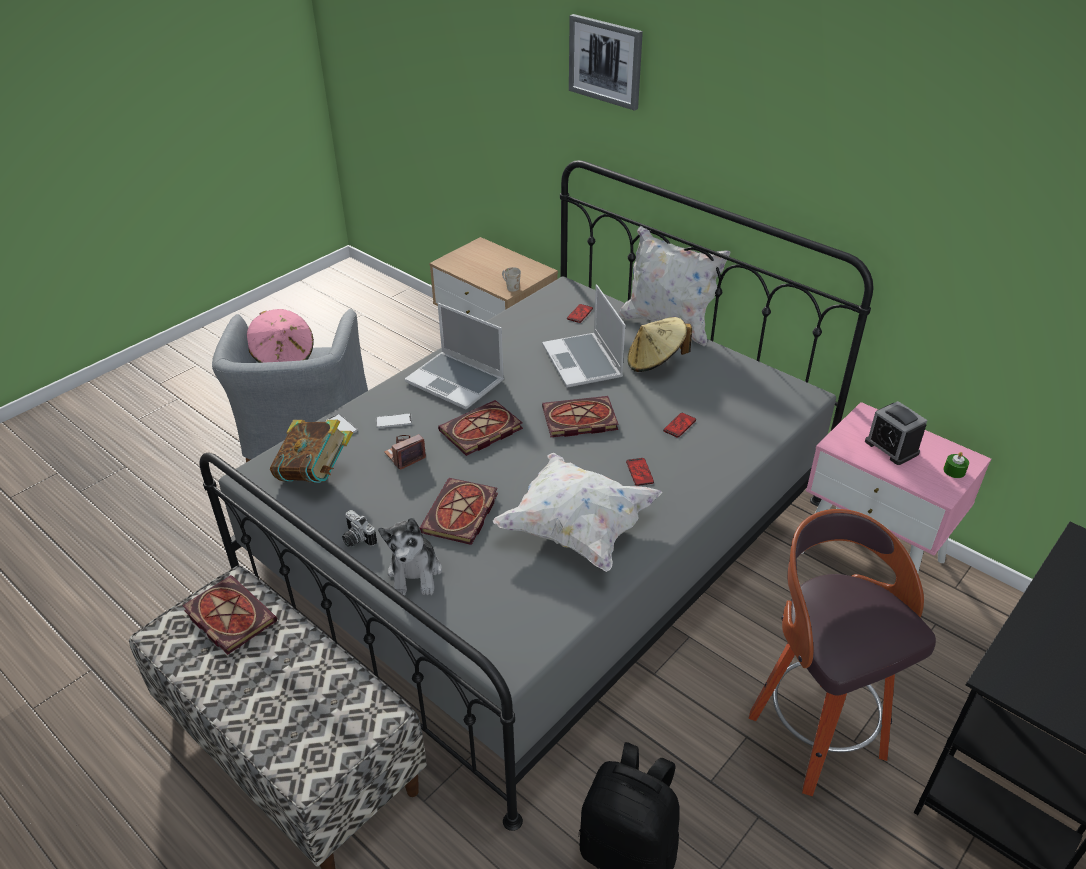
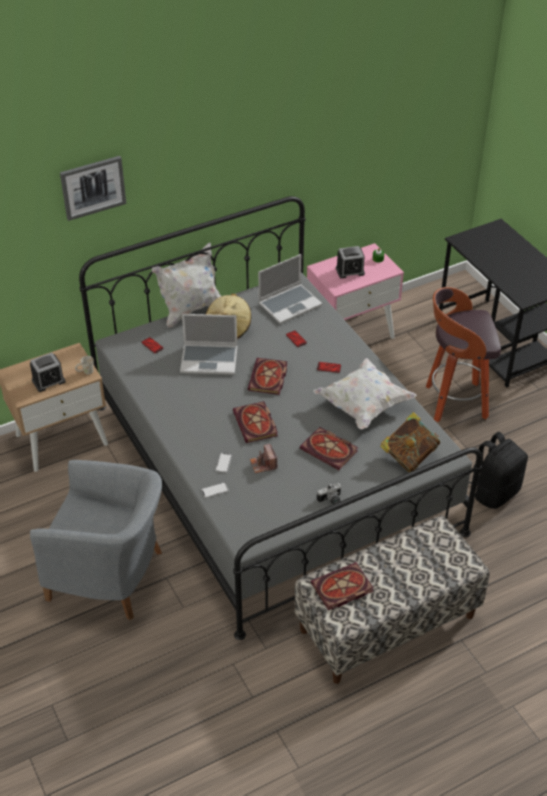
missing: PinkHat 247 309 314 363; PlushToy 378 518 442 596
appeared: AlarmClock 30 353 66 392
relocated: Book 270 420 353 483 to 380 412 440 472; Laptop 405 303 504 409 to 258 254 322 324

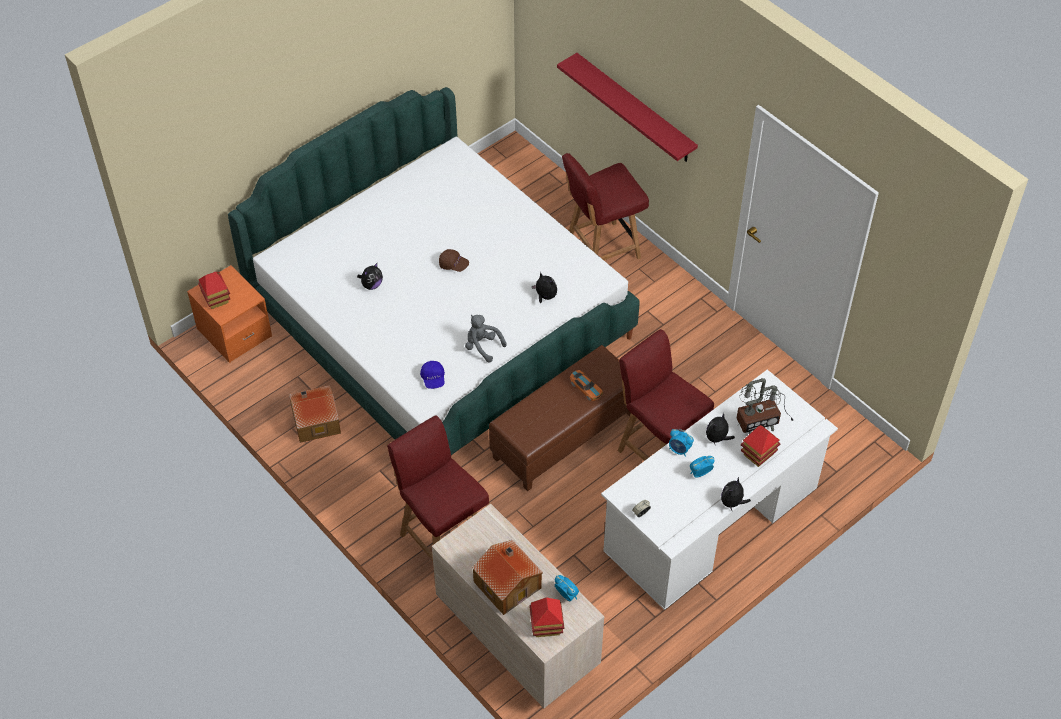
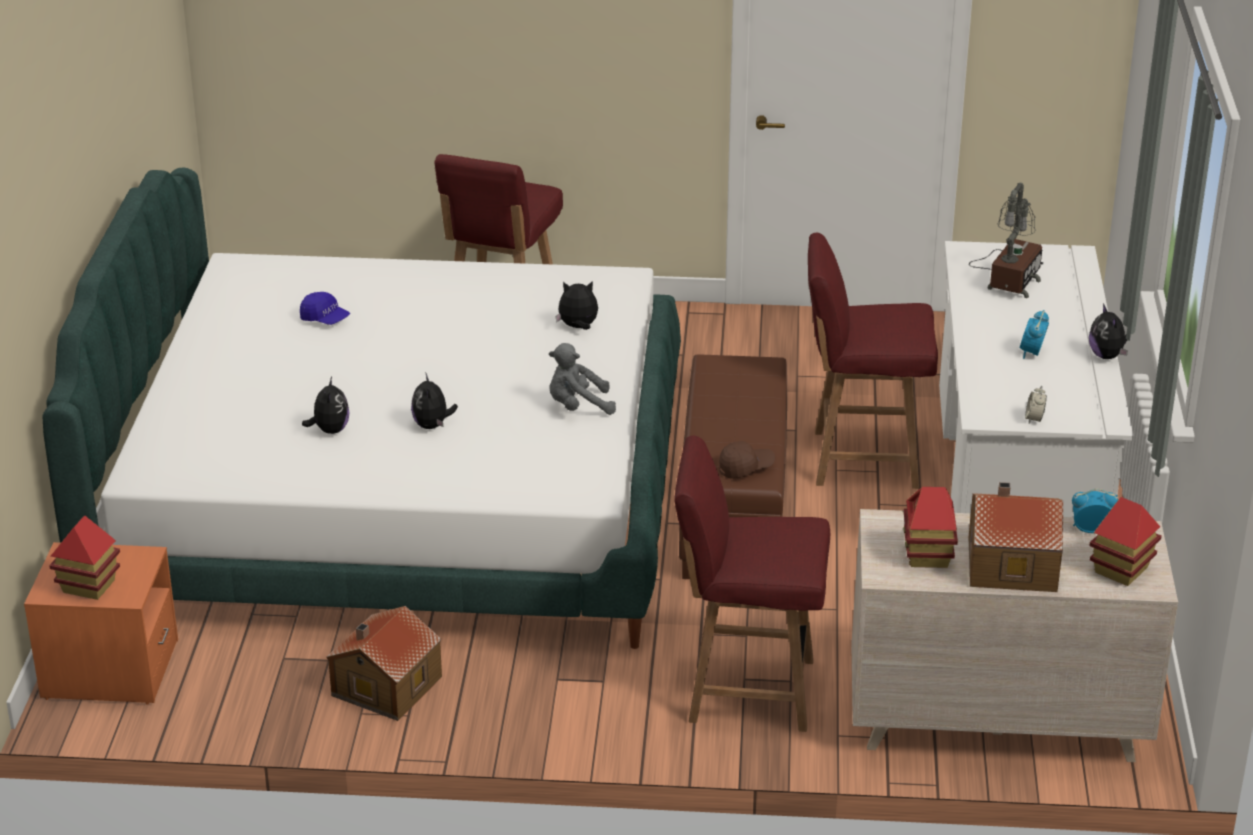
missing: RedShelf 557 53 698 162; ToyCar 570 370 603 401; AlarmClock 669 429 694 457
relocated: BlueCap 420 361 445 389 to 300 292 350 325; BrownCap 439 249 469 272 to 719 441 775 479; PlushToy 706 413 735 444 to 411 372 458 429; ToyHouse 741 425 781 467 to 903 487 958 568

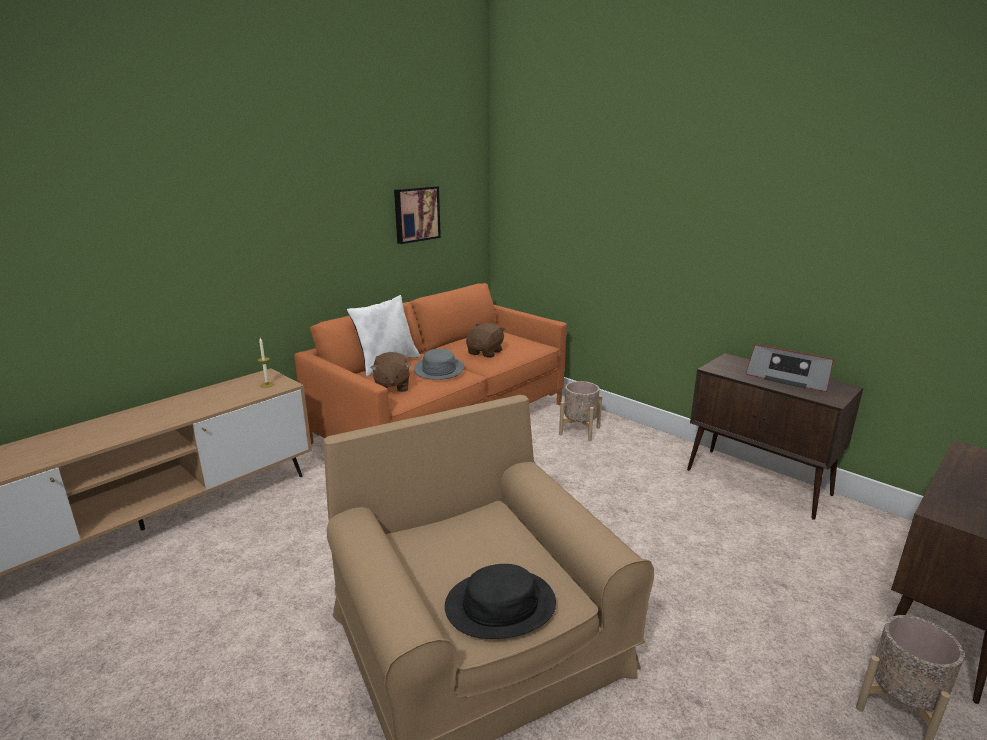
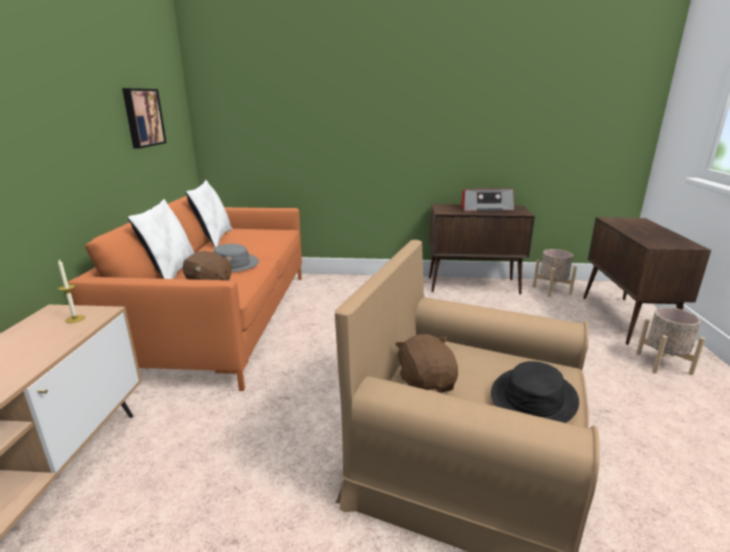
appeared: WhitePillow 186 180 232 247
relocated: BrownPlushToy 466 323 506 358 to 395 334 458 392; BeigePlanter 559 381 602 441 to 533 249 577 297

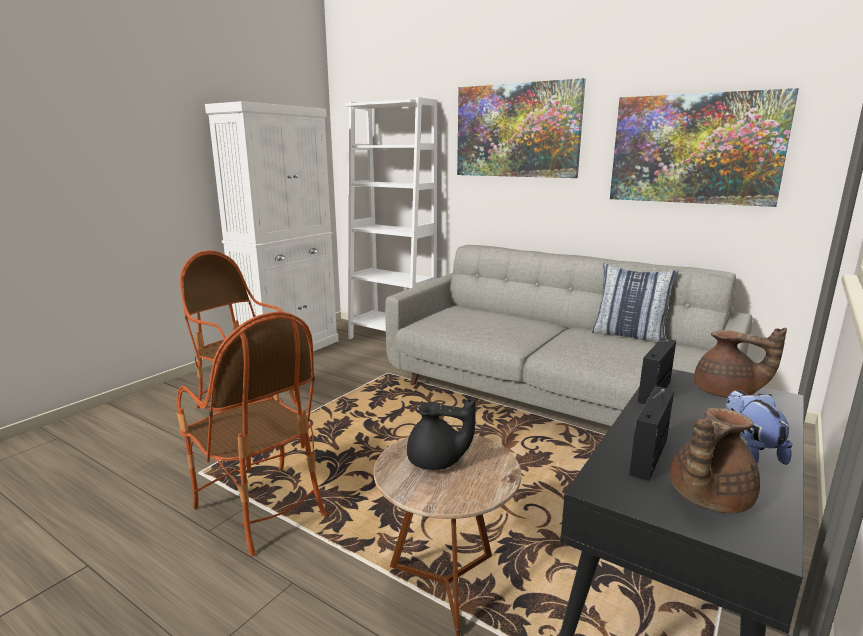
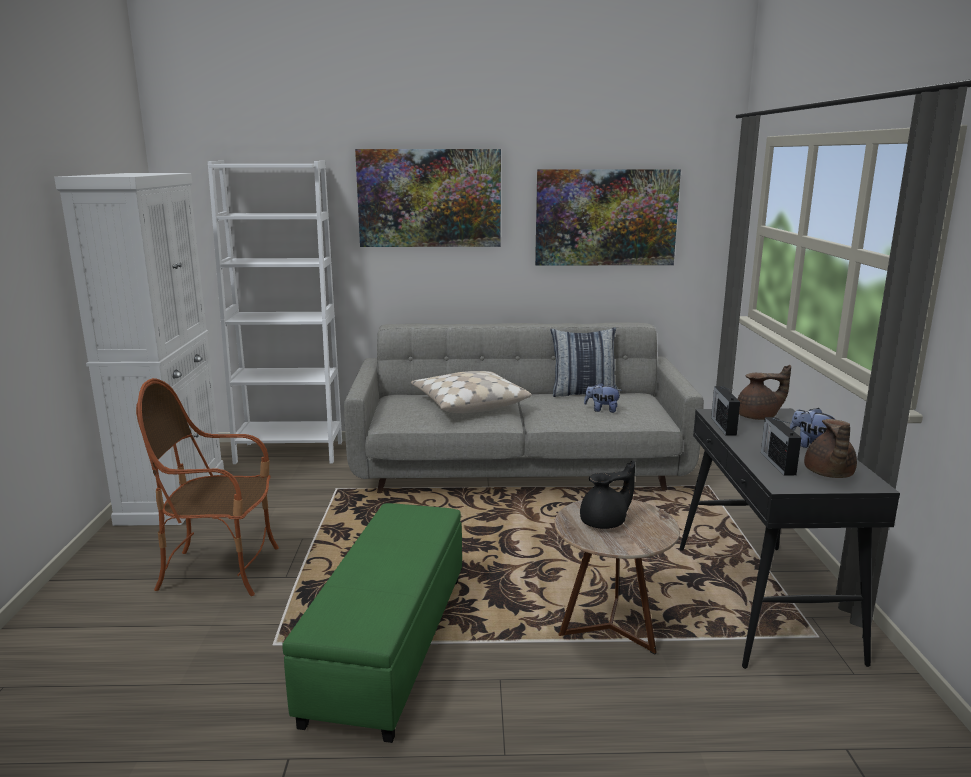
appeared: BeigePillow 411 371 532 413; PlushToy 584 383 622 413
exchanged: Armchair 177 312 327 556 to GreenOttoman 282 503 462 743

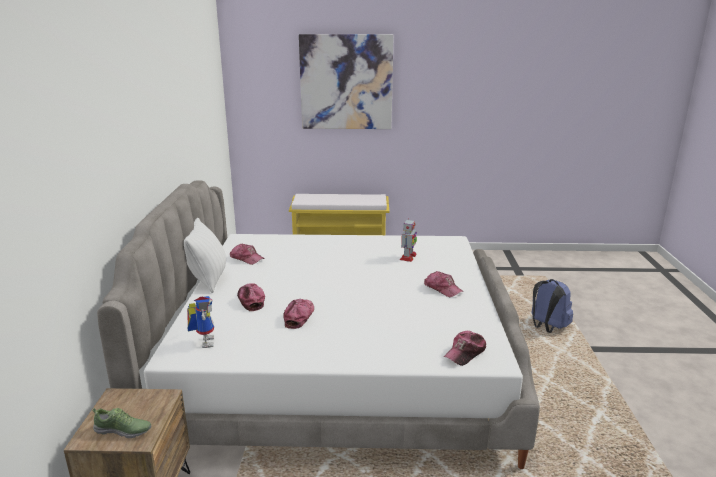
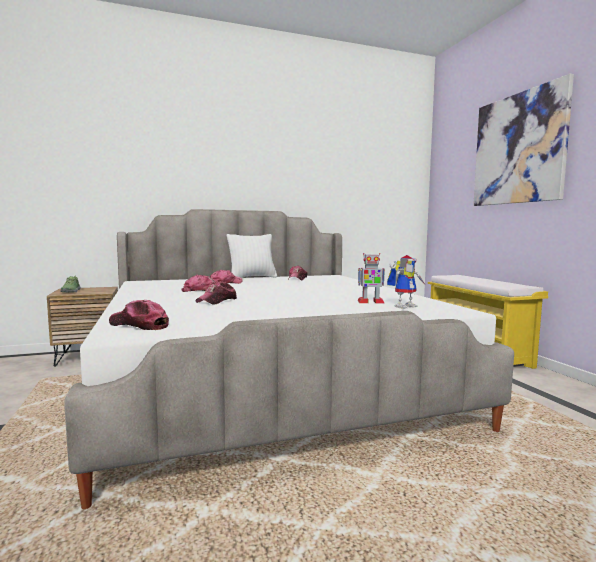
missing: BlueBackpack 531 279 573 333
relocated: ToyRobot 187 296 214 348 to 387 255 425 309; Cap 424 271 464 297 to 196 281 237 305

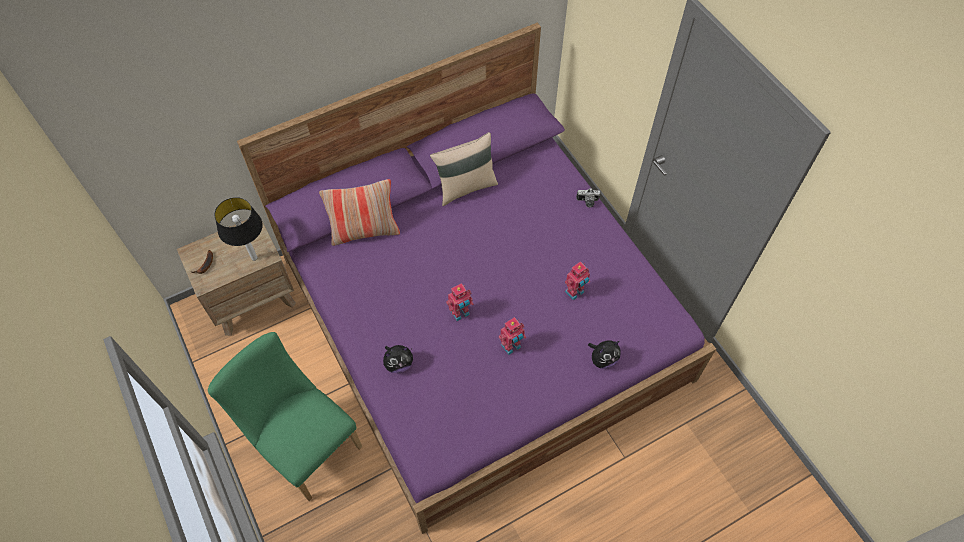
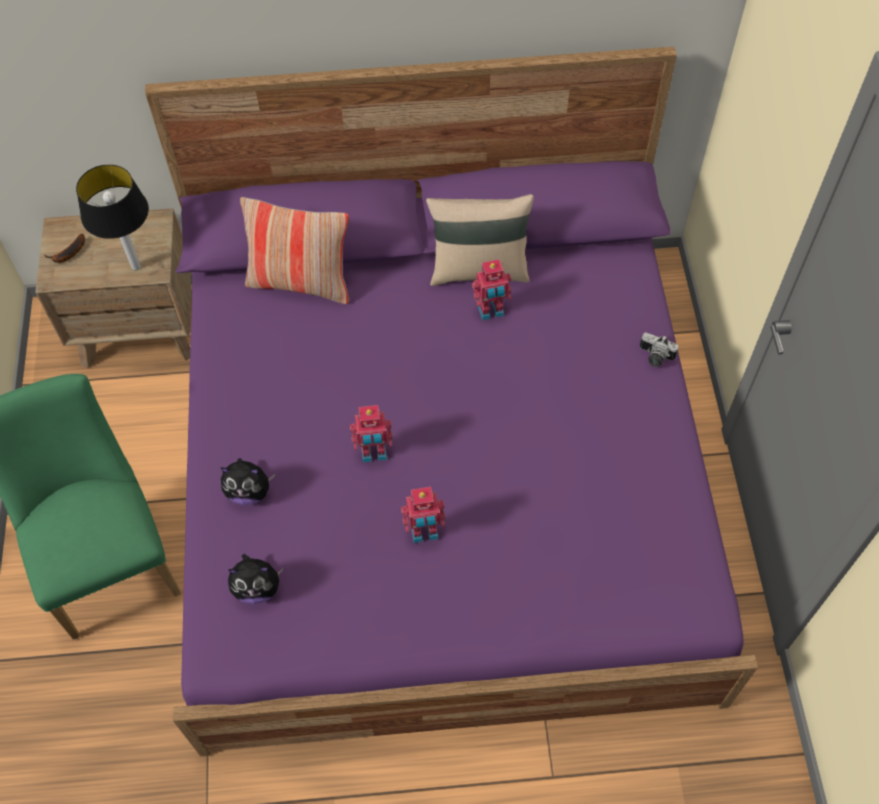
relocated: ToyRobot 565 261 590 300 to 472 259 511 321; PlushToy 588 340 621 369 to 228 554 284 604

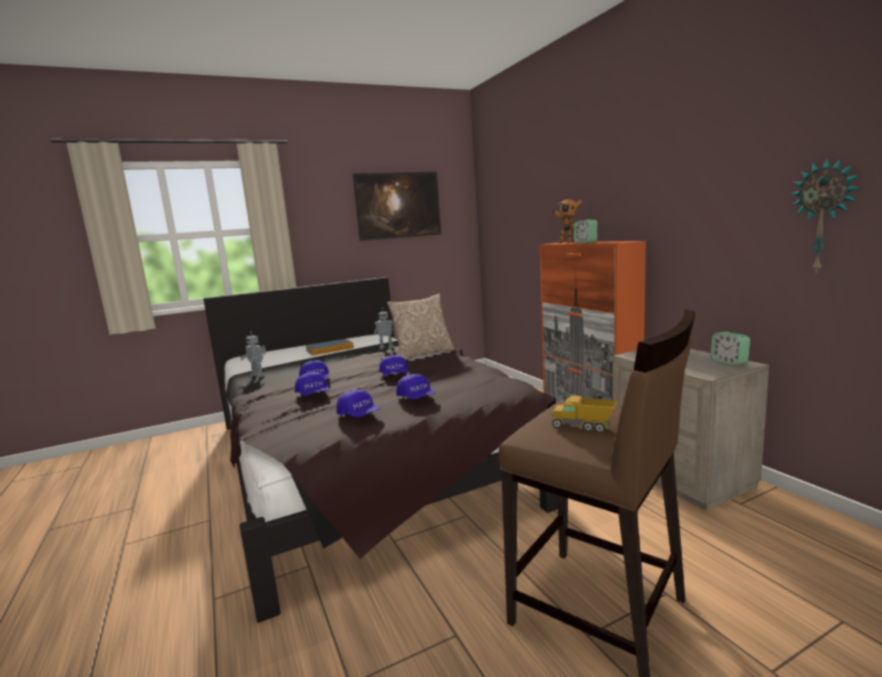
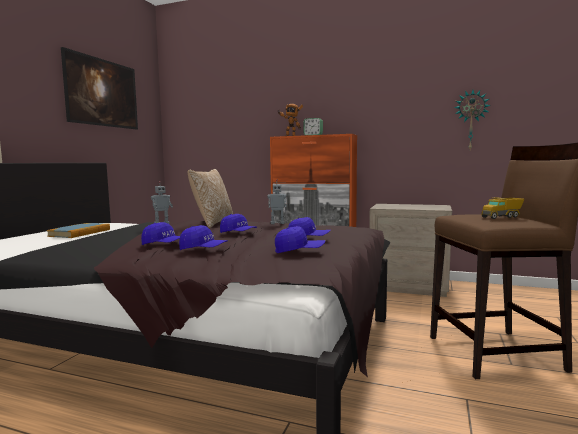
missing: AlarmClock 711 332 750 366
relocated: ToyRobot 240 331 266 378 to 268 180 287 224

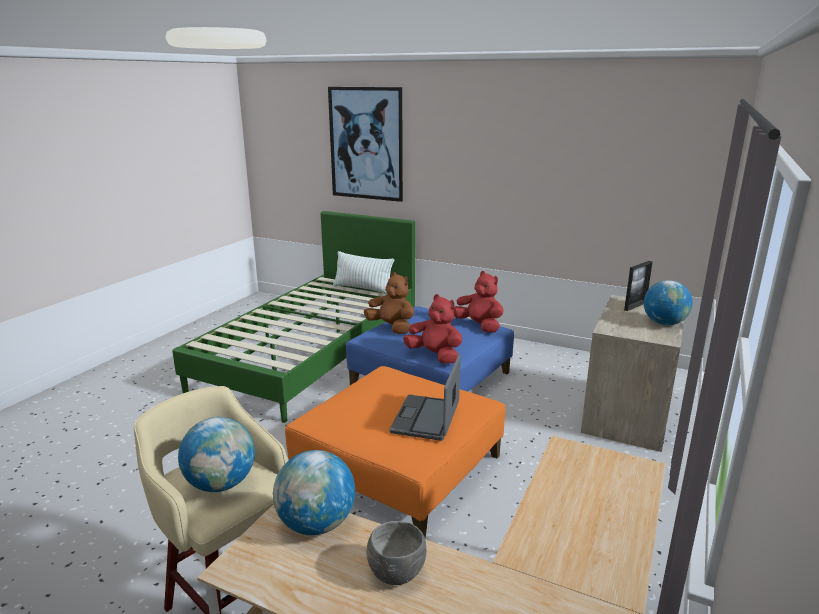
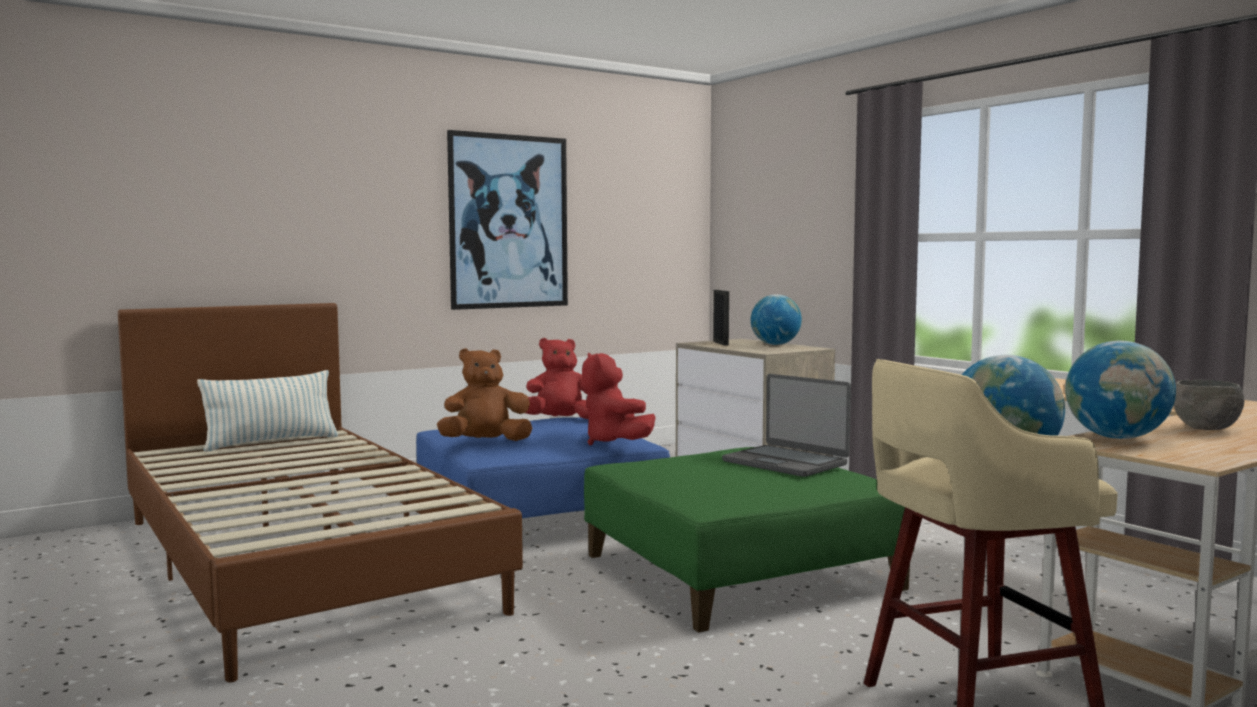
relocated: Picture 328 87 403 202 to 447 130 568 310
colour: GreenBed 172 211 415 423 to BrownBed 118 303 523 682; OrangeOttoman 285 366 506 539 to GreenOttoman 584 447 915 633
spun: RedPlushToy 403 294 462 364 = 582 353 656 445 90 degrees counterclockwise

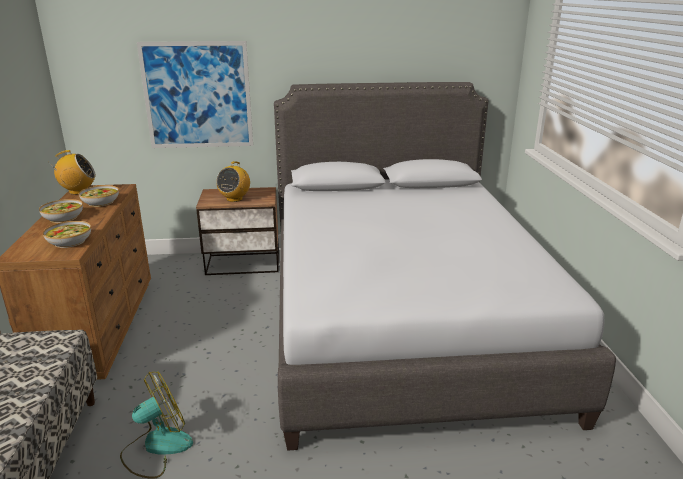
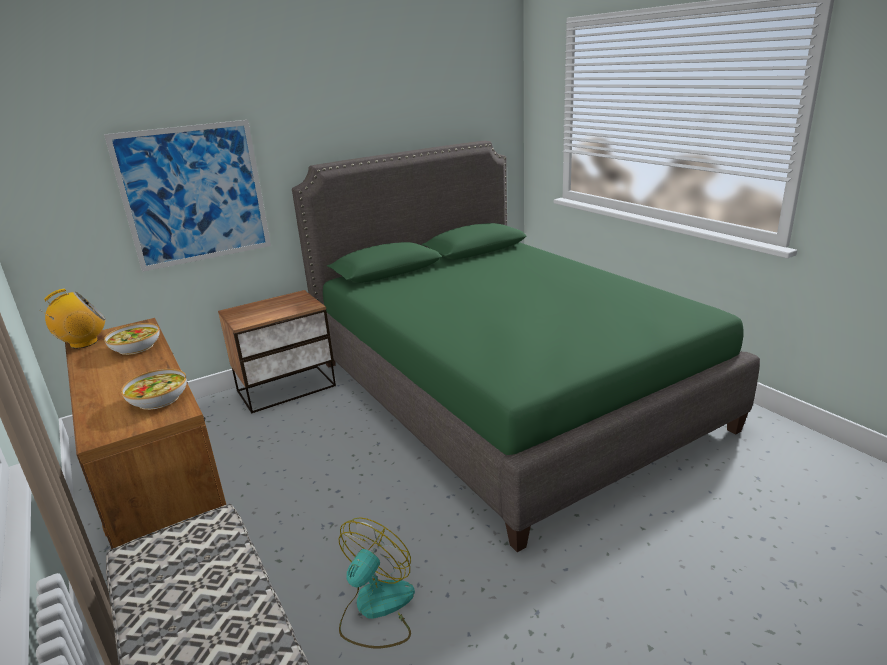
missing: Bowl 39 199 83 223; Radio 216 161 250 202
colour: GreyBed 274 82 616 451 to GreenBed 292 140 760 552

